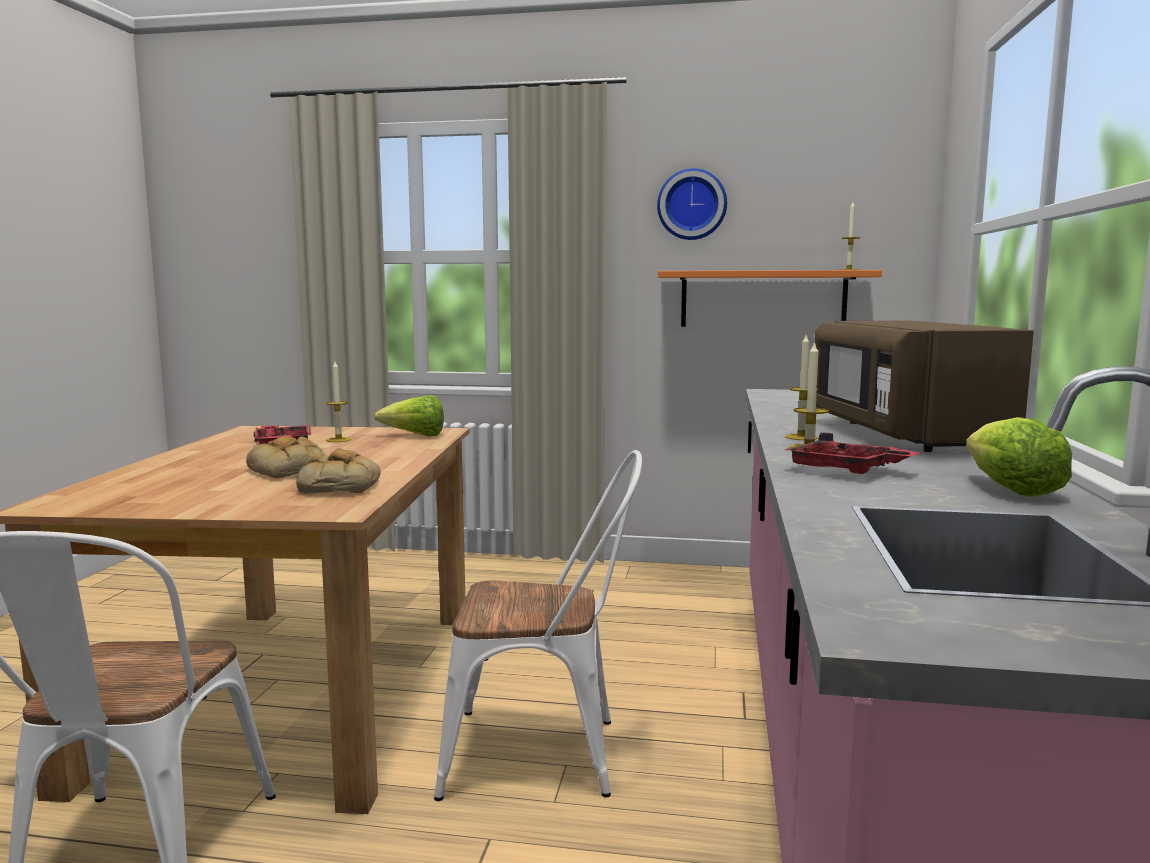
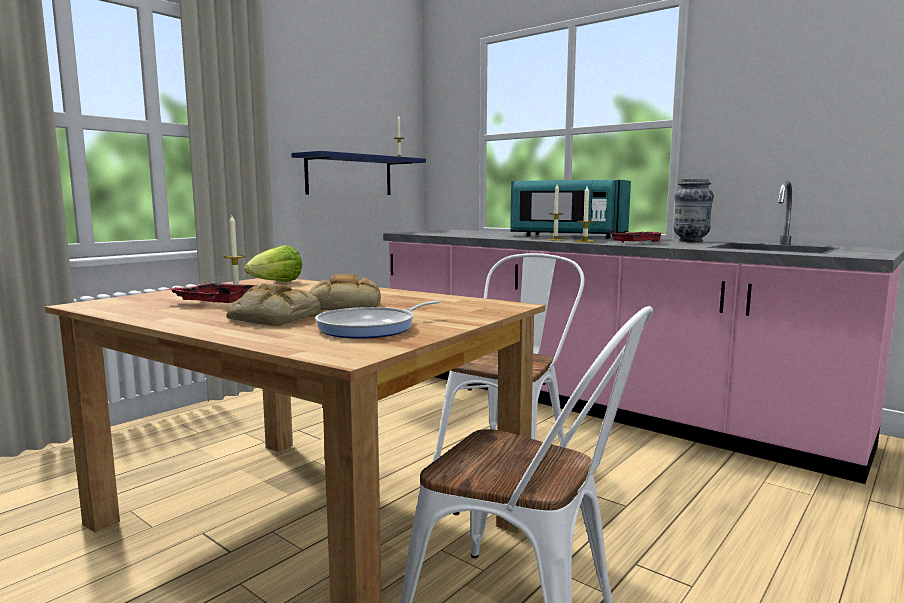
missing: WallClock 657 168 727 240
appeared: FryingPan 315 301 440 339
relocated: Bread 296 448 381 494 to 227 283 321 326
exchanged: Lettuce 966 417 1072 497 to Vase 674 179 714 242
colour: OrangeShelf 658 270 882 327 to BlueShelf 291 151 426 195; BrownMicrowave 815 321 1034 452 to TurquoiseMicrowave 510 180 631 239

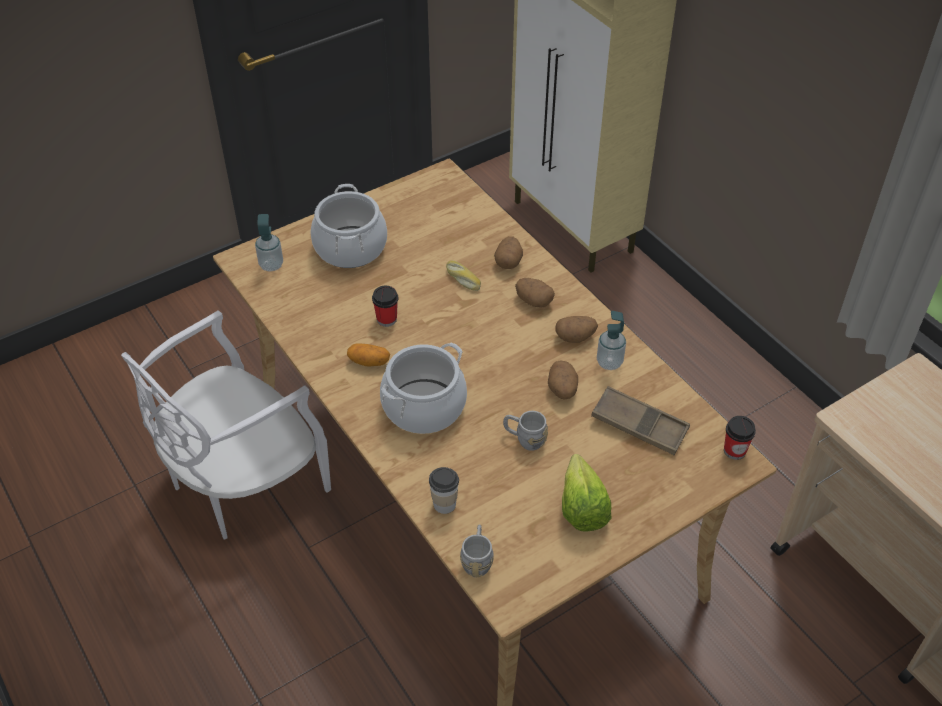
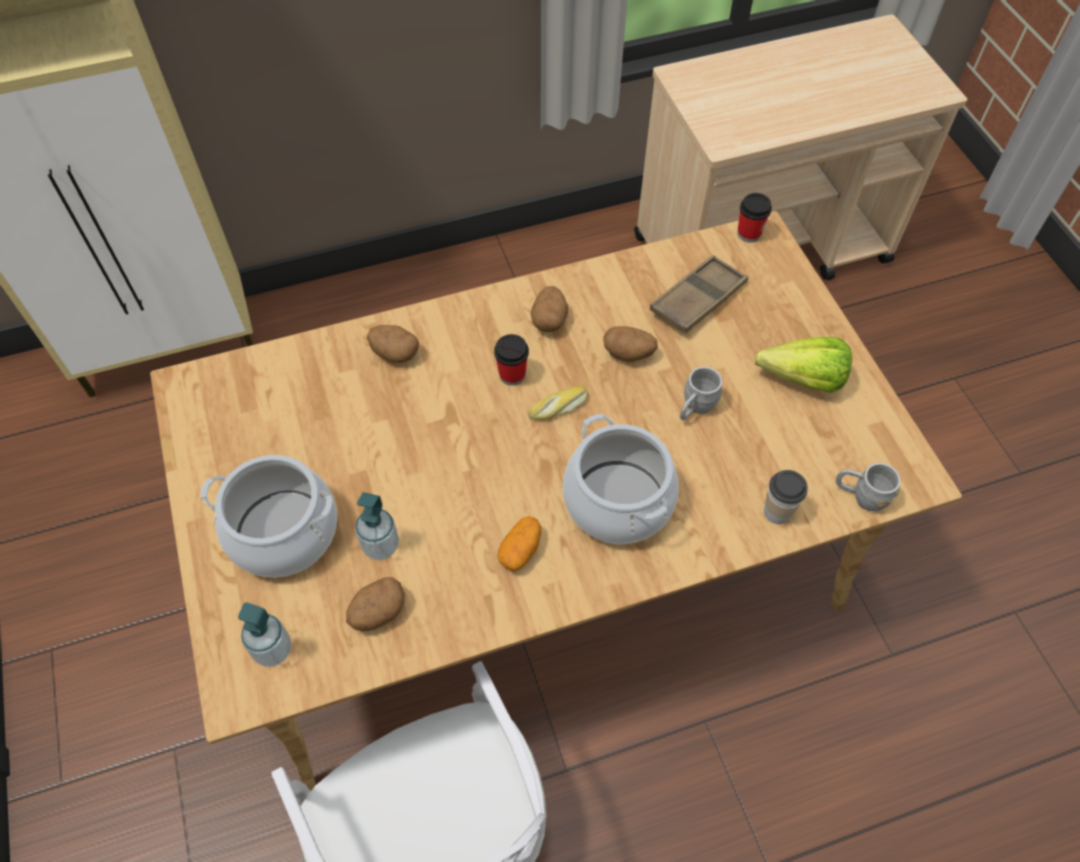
relocated: Cup 372 286 398 327 to 494 334 529 386; Bread 446 261 481 291 to 528 385 589 420; Potato 515 278 555 308 to 346 577 405 631; SoapDispenser 597 311 626 370 to 355 492 399 560

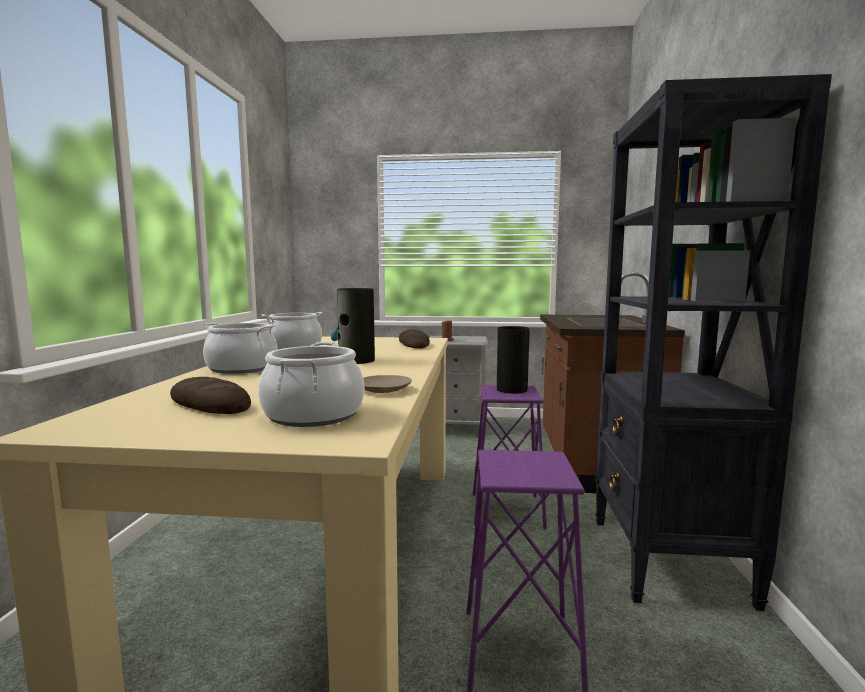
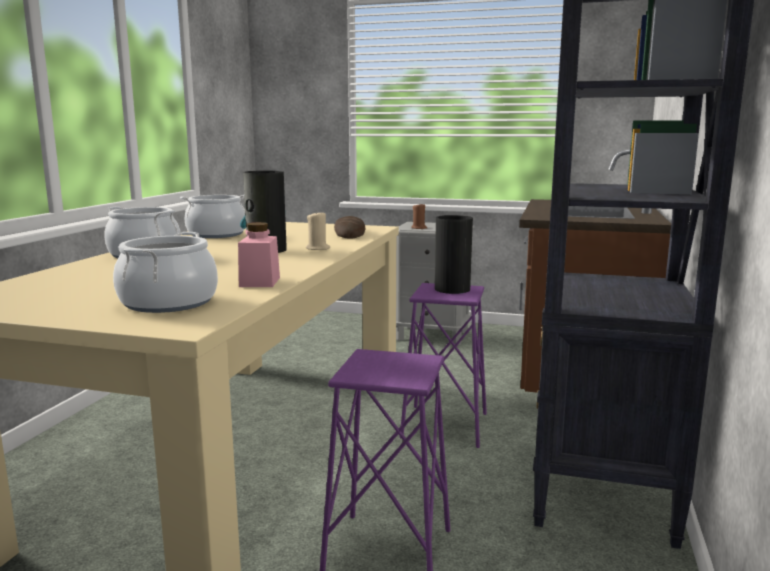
missing: Bread 170 377 251 414
appeared: BeigeCandle 306 211 330 250
exchanged: BeigePlate 363 375 412 393 to PinkJar 238 222 280 287

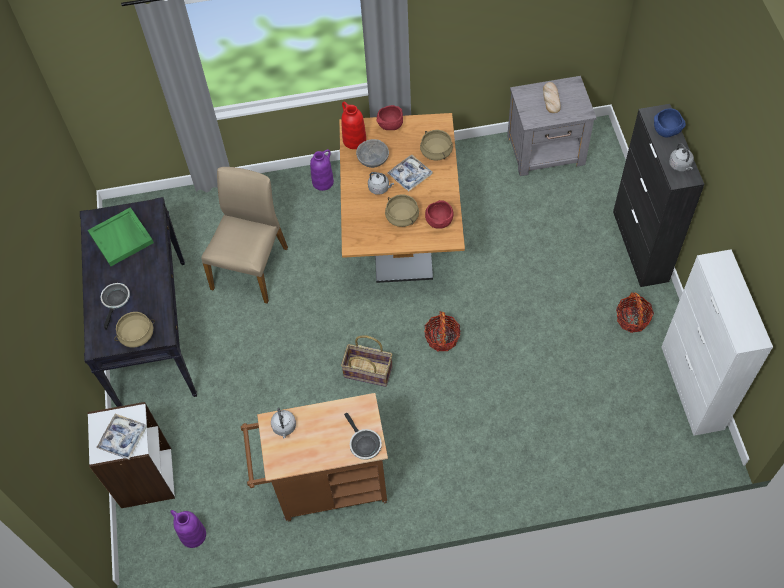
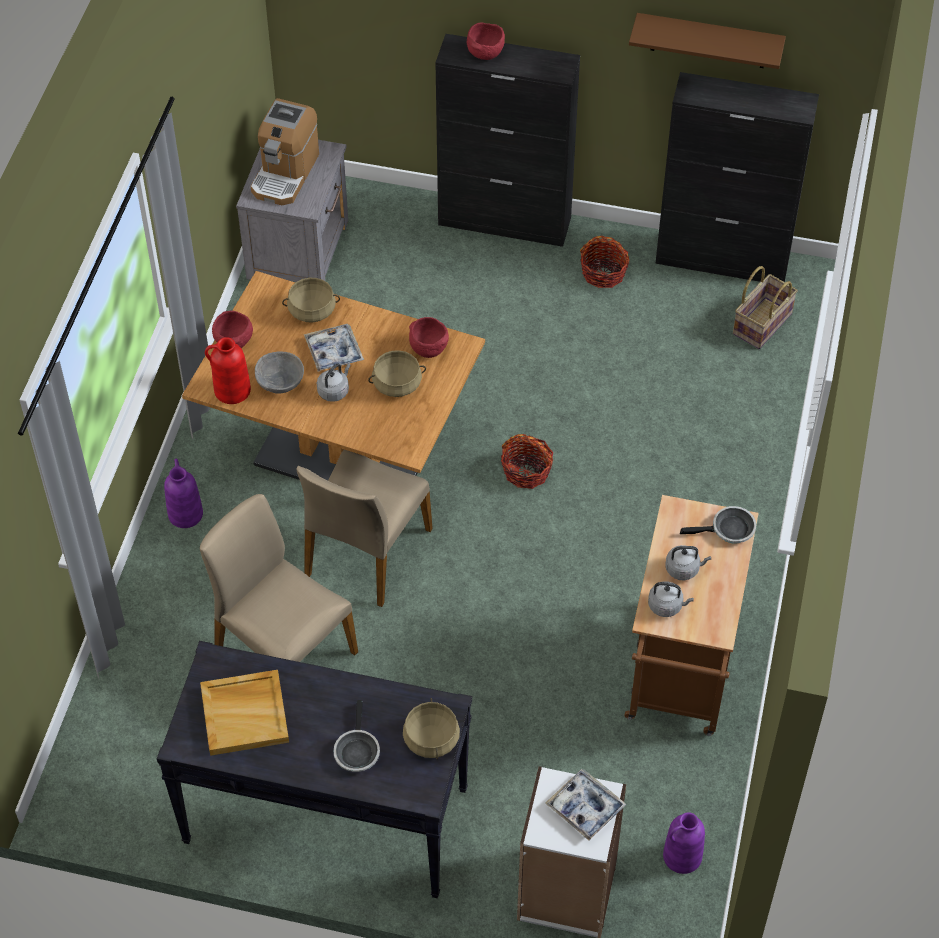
appeared: BeigeChair 296 450 433 607; BrownShelf 629 13 786 69
relocated: Basket 341 335 393 387 to 733 266 798 349; GreyKettle 669 143 694 172 to 665 545 711 580
exchanged: Bread 543 82 561 113 to CoffeeMachine 251 98 319 205
colour: GreenTray 88 207 154 266 to BeigeTray 200 670 289 756; BlueBowl 654 108 686 137 to RedBowl 467 22 505 60; WhiteCabinet 661 249 773 436 to BlackCabinet 655 72 819 282
spun: FryingPan 101 283 130 330 = 333 700 380 772 120 degrees counterclockwise

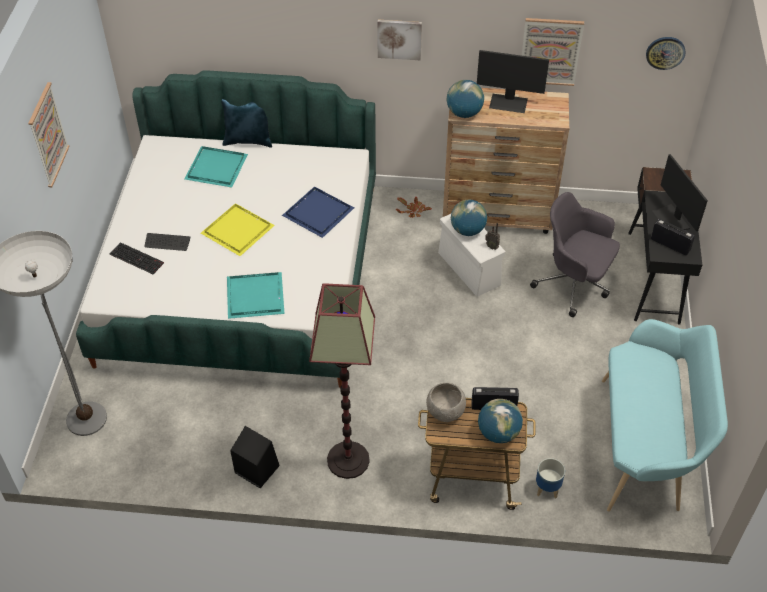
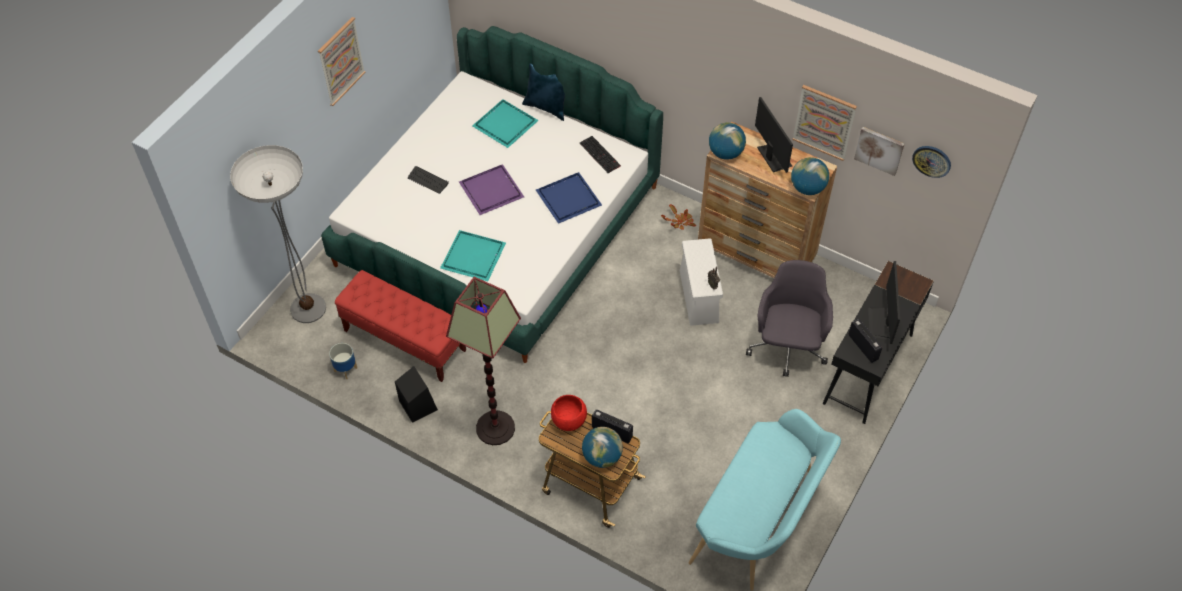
appeared: RedBench 335 270 466 382
relocated: Keyboard 110 242 164 274 to 580 136 621 173; Picture 377 20 422 60 to 854 127 904 176; Globe 451 199 487 236 to 791 157 829 195; Planter 536 458 565 498 to 329 343 357 379
colour: YellowTray 201 203 275 256 to PurpleTray 459 164 524 215; GreyBowl 426 383 466 422 to RedBowl 551 395 587 431
spun: Monitor 477 50 549 113 = 755 97 793 173 150 degrees counterclockwise; GreyOfficeChair 530 192 620 317 = 746 260 833 377 45 degrees clockwise

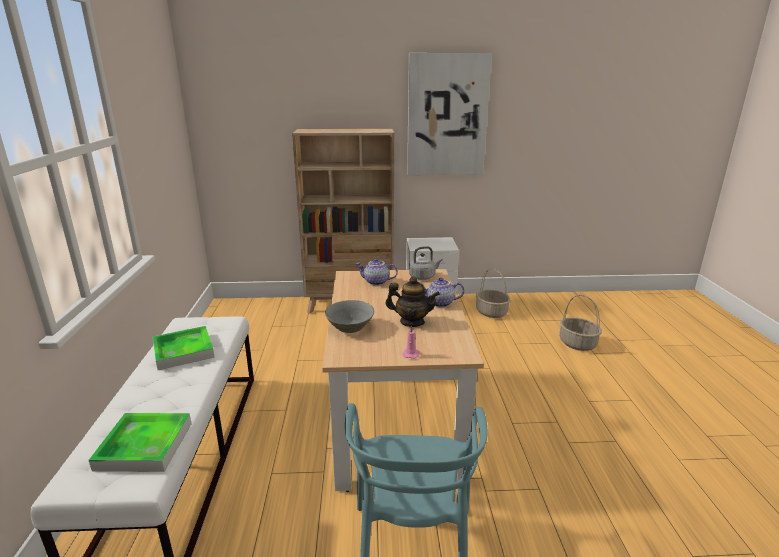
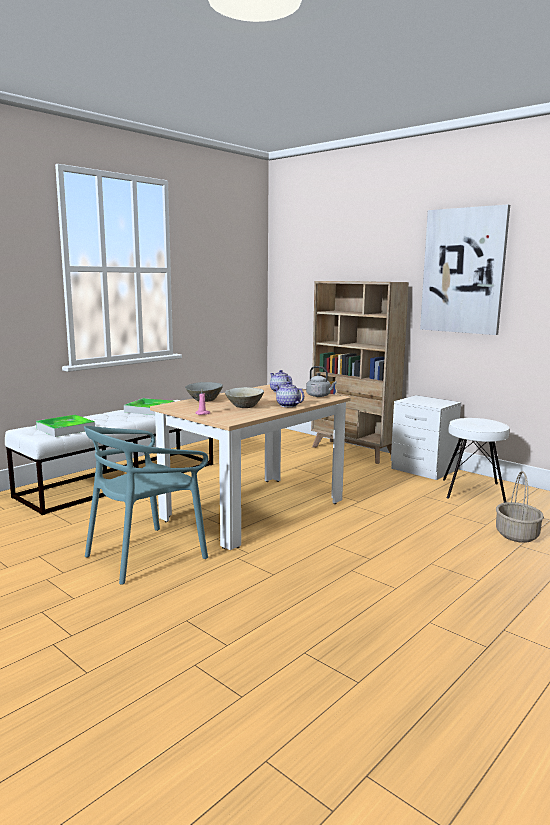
exchanged: Teapot 385 276 440 327 to BeigeBowl 225 387 264 408; Basket 476 268 510 318 to WhiteStool 443 418 509 503

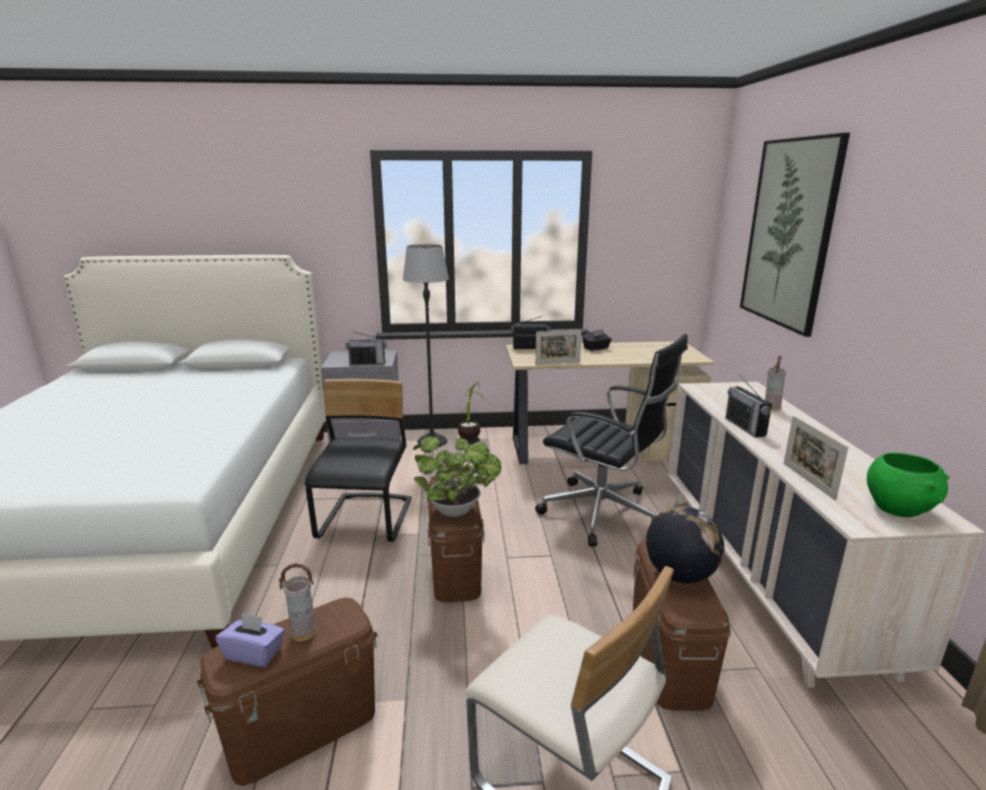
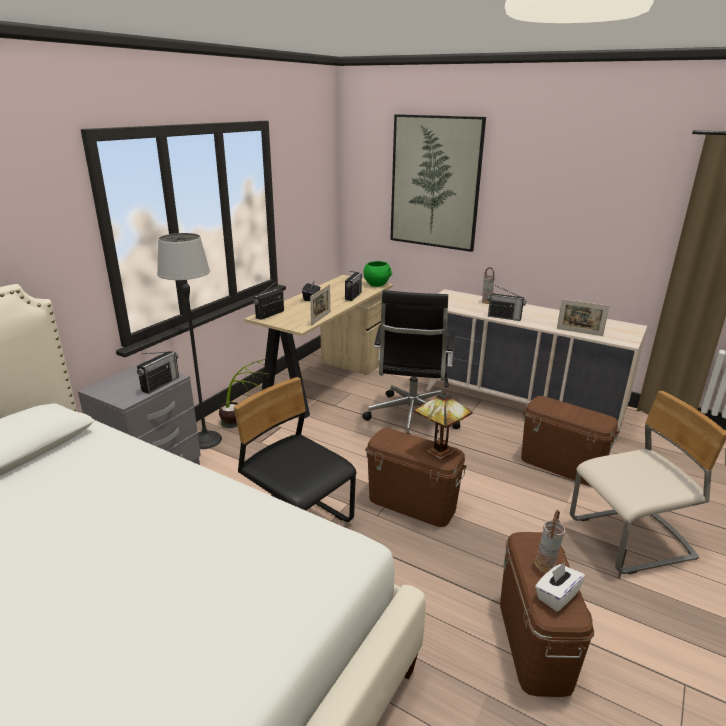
missing: Globe 646 506 724 583
appeared: Radio 345 271 362 301
relocated: GreenBowl 867 453 949 517 to 363 261 392 287
exchanged: PottedPlant 413 437 501 517 to TableLamp 414 392 473 460
colour: PurpleTissueBox 216 612 285 667 to WhiteTissueBox 535 562 585 612
spun: BlackOfficeChair 535 334 688 546 = 362 290 460 434 120 degrees clockwise

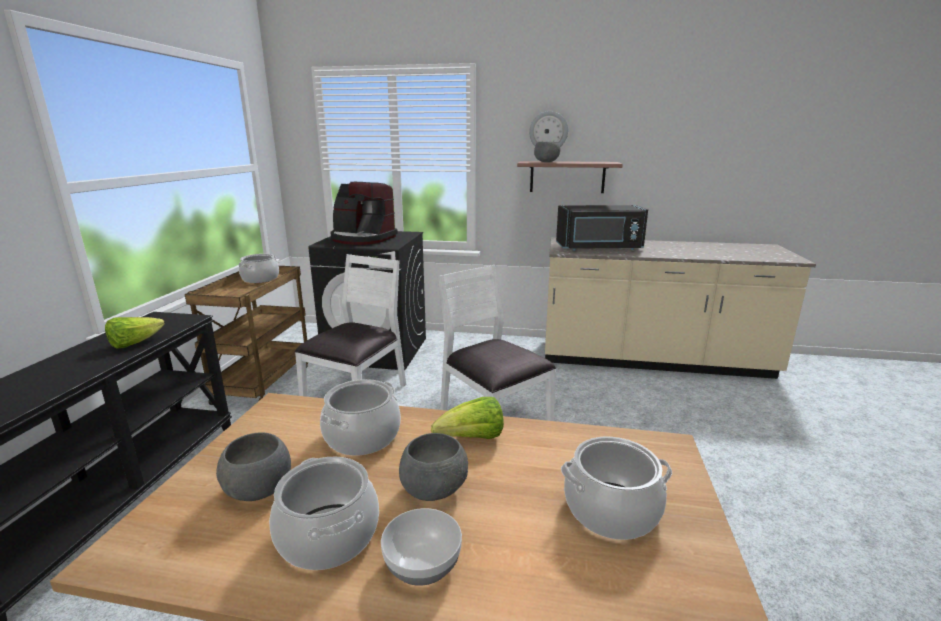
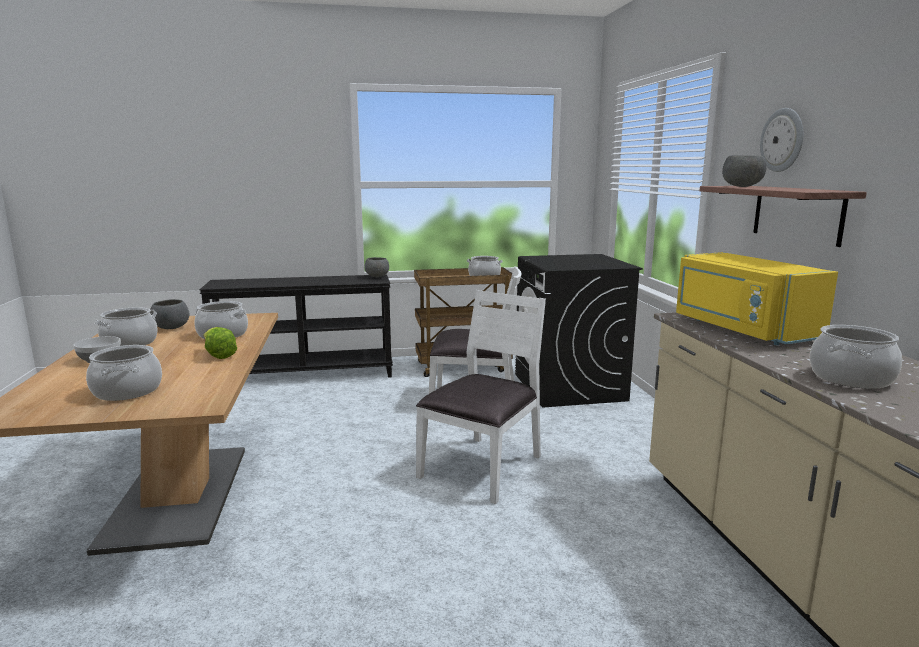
missing: Lettuce 105 317 165 349; CoffeeMachine 330 182 398 245
appeared: CookingPot 809 325 902 389
relocated: GreyBowl 399 433 468 501 to 365 257 389 277
colour: BlackMicrowave 556 205 648 251 to YellowMicrowave 676 252 838 345

